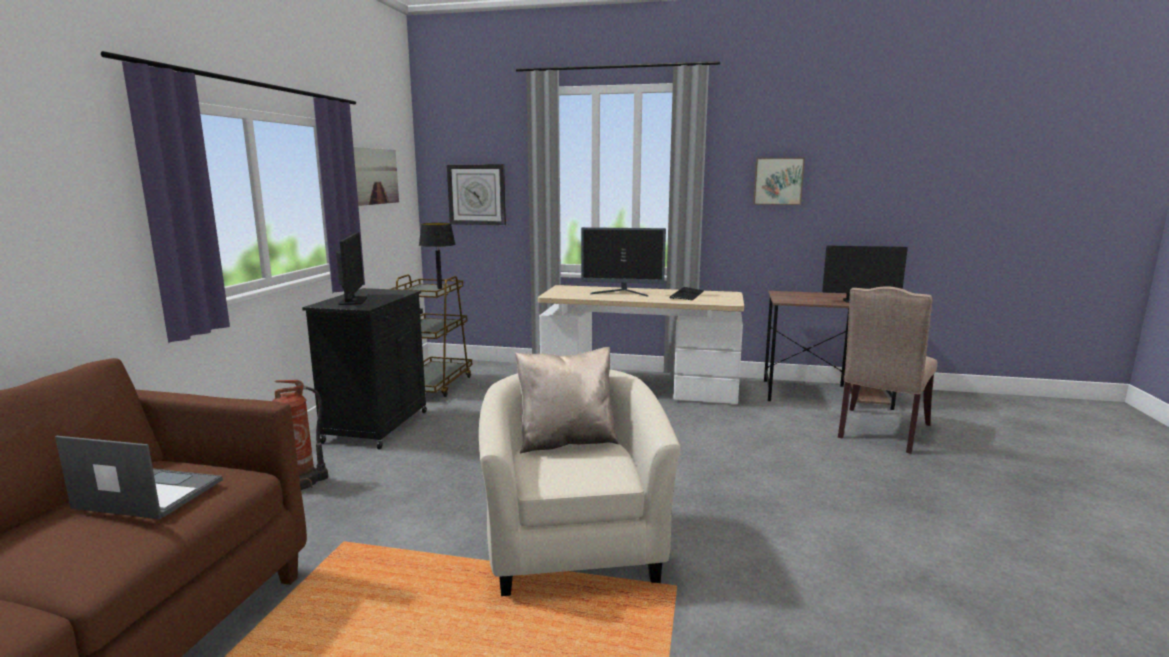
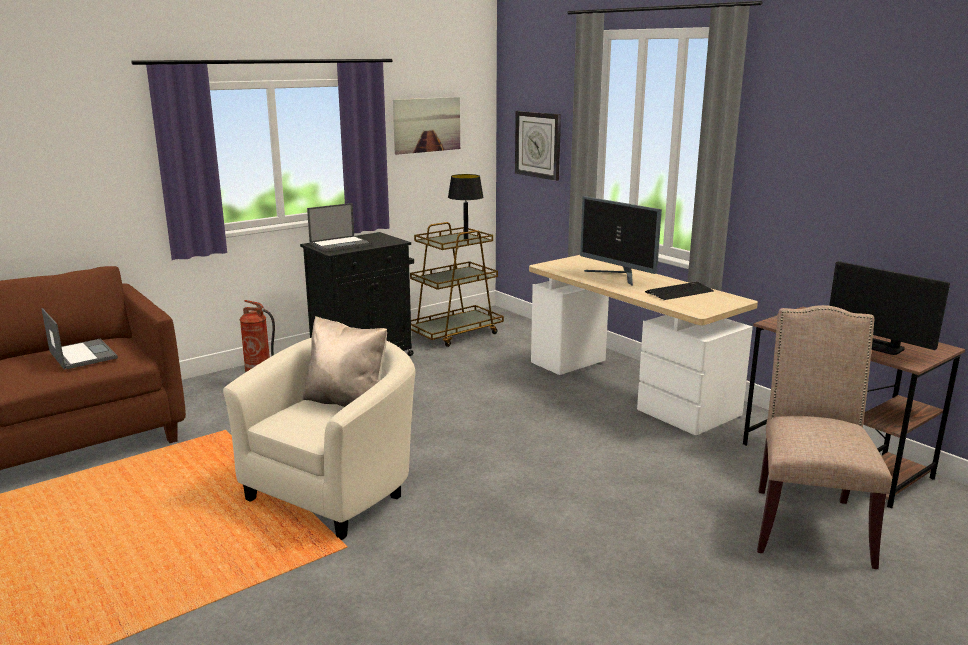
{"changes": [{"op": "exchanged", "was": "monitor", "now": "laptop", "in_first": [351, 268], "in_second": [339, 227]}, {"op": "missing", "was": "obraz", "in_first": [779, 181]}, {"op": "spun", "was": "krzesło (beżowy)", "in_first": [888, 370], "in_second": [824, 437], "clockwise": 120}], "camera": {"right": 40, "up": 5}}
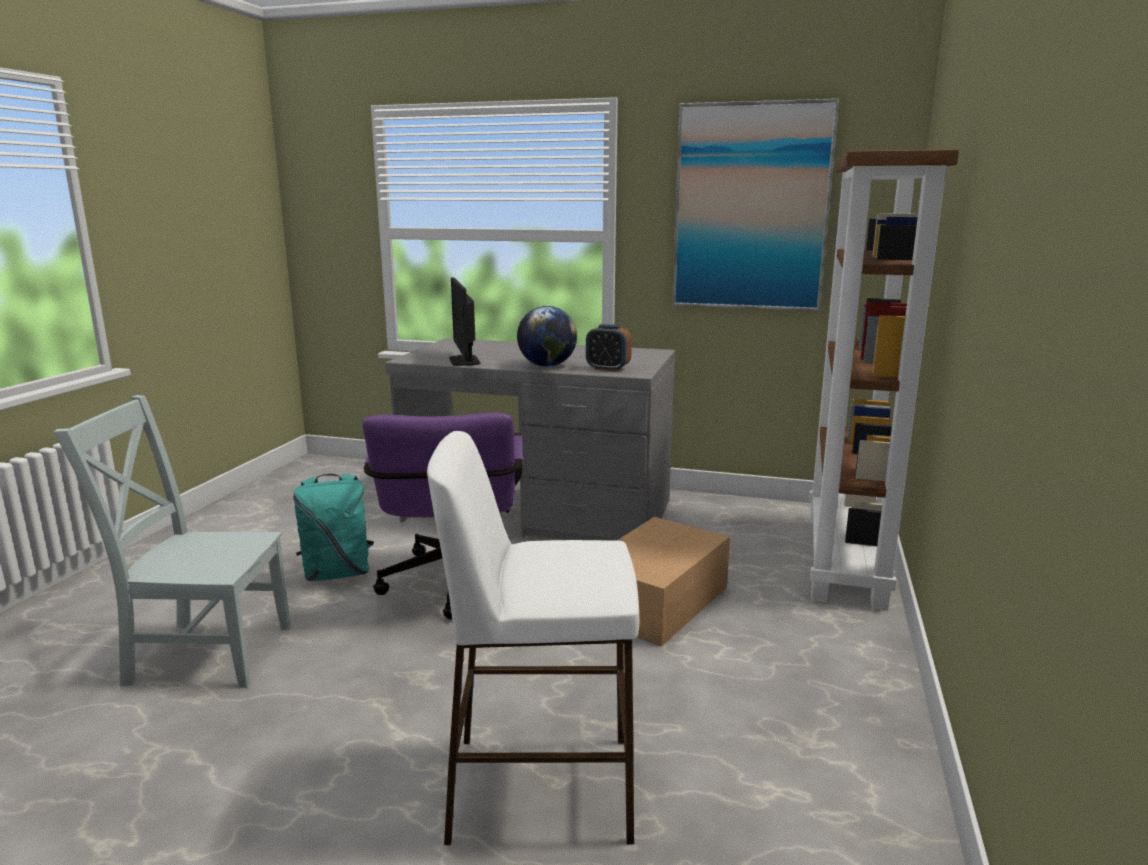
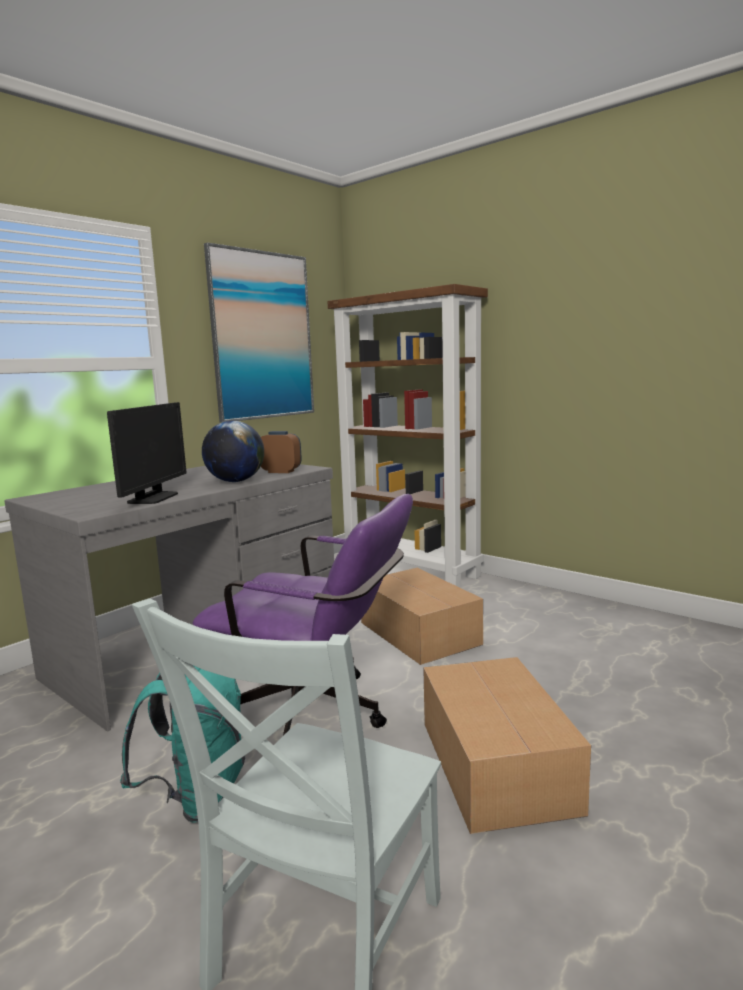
{"changes": [{"op": "missing", "was": "stołek (biały)", "in_first": [533, 638]}, {"op": "spun", "was": "monitor", "in_first": [464, 322], "in_second": [146, 453], "clockwise": -90}, {"op": "spun", "was": "budzik", "in_first": [609, 348], "in_second": [281, 452], "clockwise": -120}, {"op": "appeared", "now": "karton", "in_second": [507, 745]}], "camera": {"right": -65, "up": -5}}
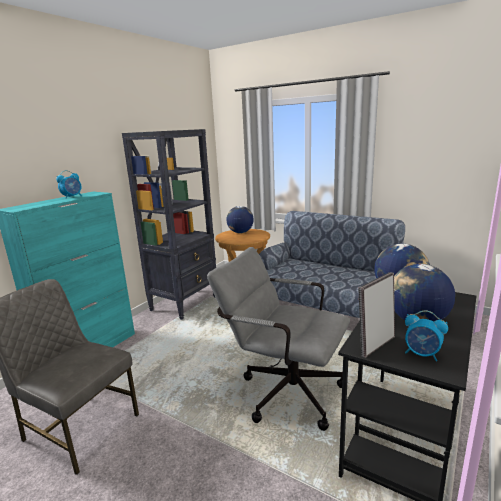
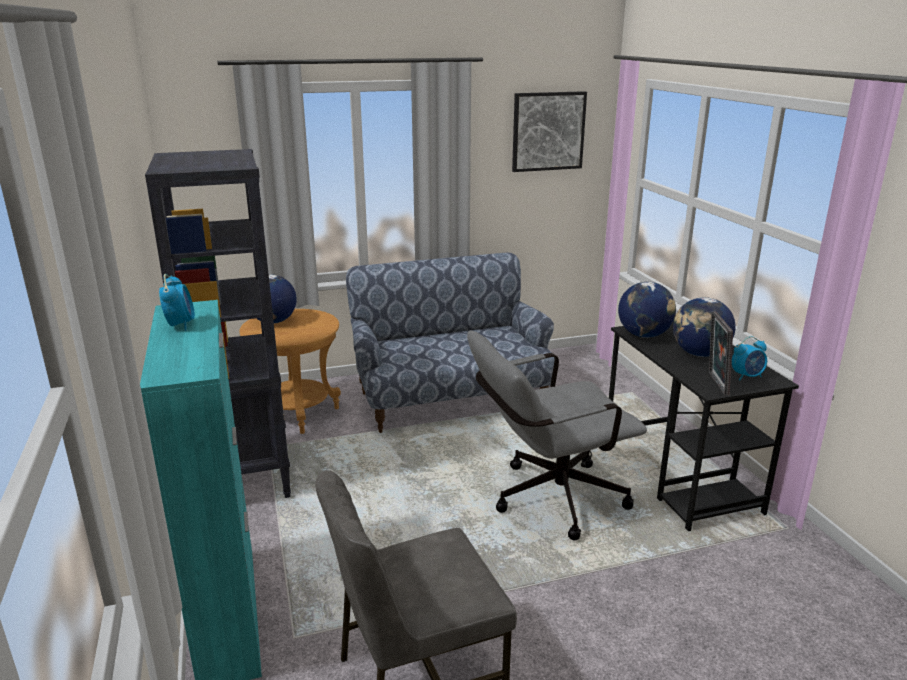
{"changes": [{"op": "appeared", "now": "obraz", "in_second": [549, 131]}], "camera": {"right": -50, "up": 5}}
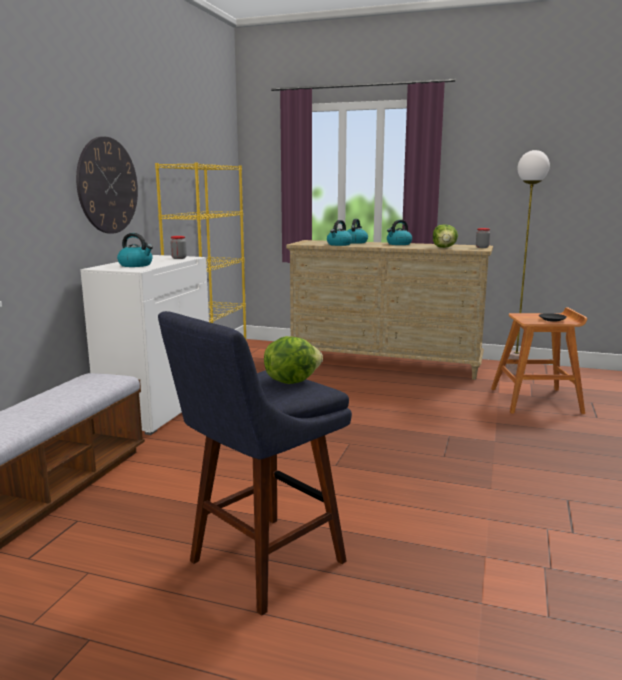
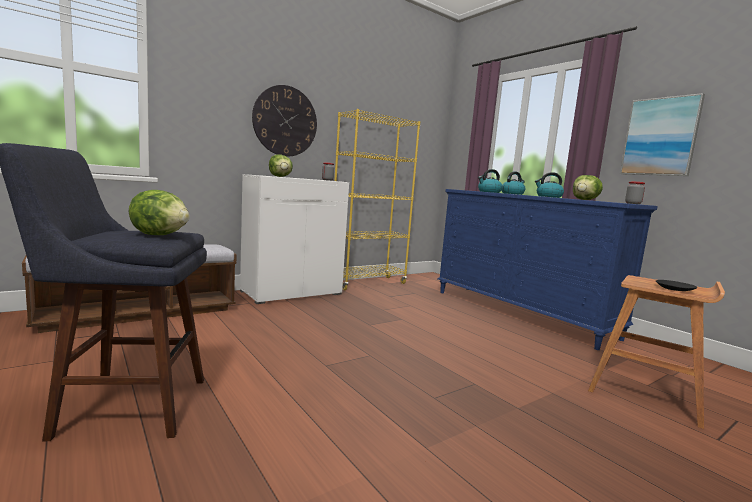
{"changes": [{"op": "exchanged", "was": "czajnik", "now": "sałata", "in_first": [135, 250], "in_second": [281, 165]}, {"op": "colour", "was": "komoda (beżowy)", "now": "komoda (niebieski)", "in_first": [389, 310], "in_second": [548, 269]}, {"op": "missing", "was": "lampa stojąca", "in_first": [528, 262]}, {"op": "appeared", "now": "obraz", "in_second": [662, 134]}], "camera": {"right": 35, "up": -5}}
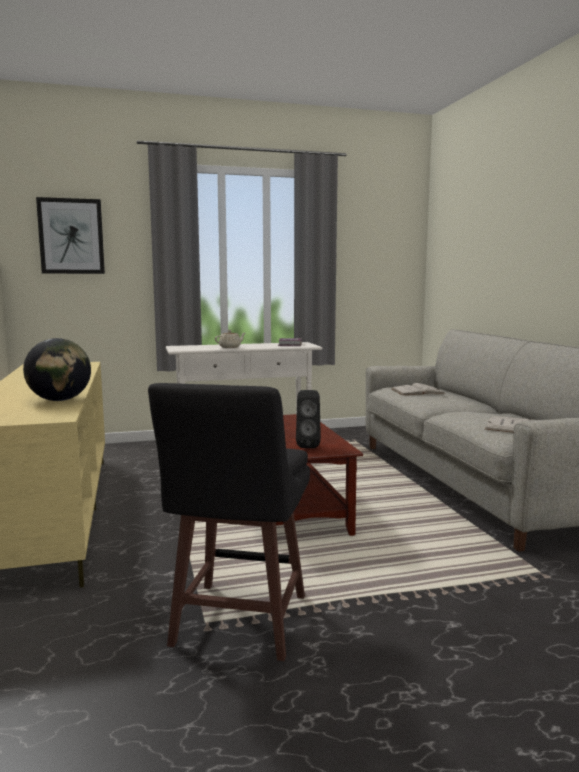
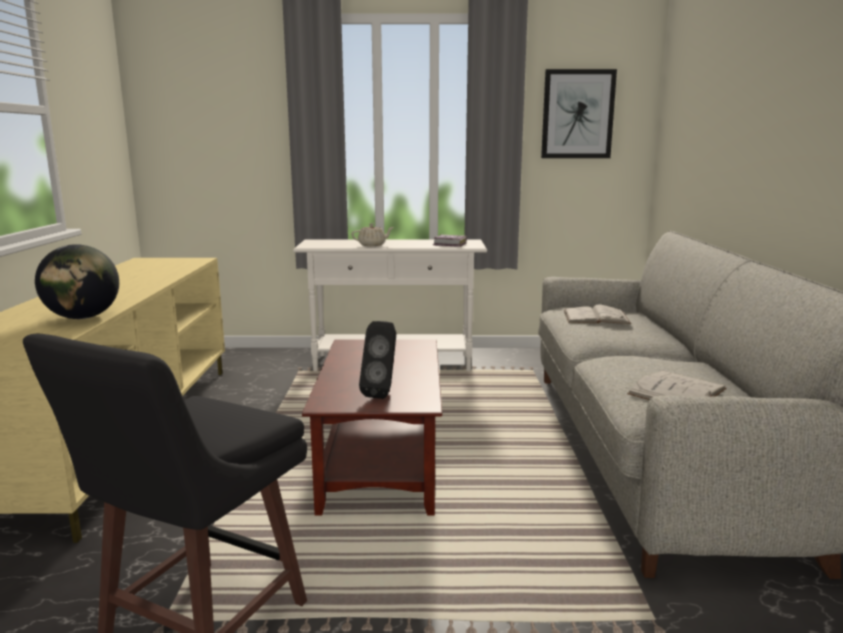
{"changes": [{"op": "relocated", "was": "obraz", "in_first": [70, 235], "in_second": [579, 113]}], "camera": {"right": 15, "up": 5}}
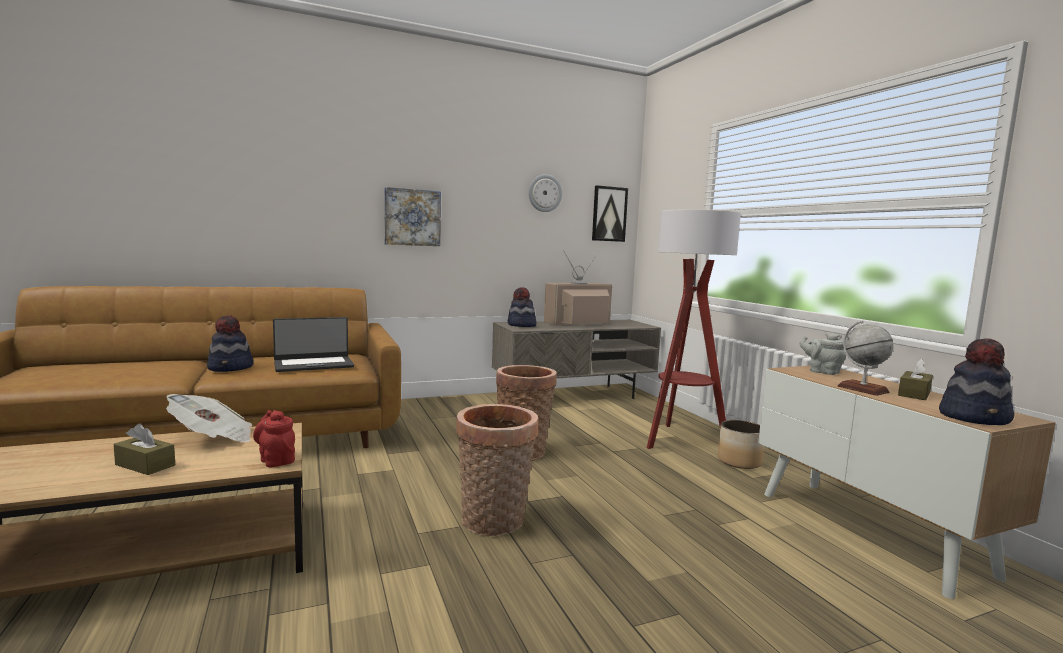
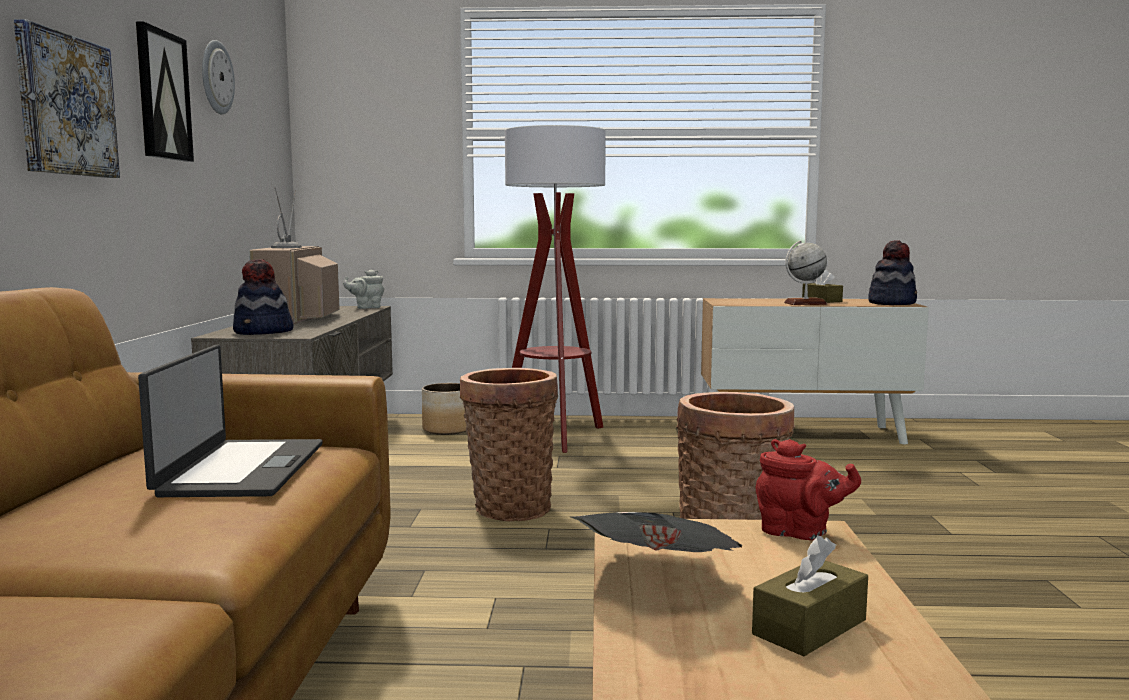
{"changes": [{"op": "missing", "was": "kapelusz", "in_first": [230, 343]}, {"op": "spun", "was": "imbryk (czerwony)", "in_first": [274, 438], "in_second": [808, 489], "clockwise": -135}, {"op": "relocated", "was": "obraz", "in_first": [610, 213], "in_second": [165, 92]}, {"op": "relocated", "was": "donica", "in_first": [741, 444], "in_second": [444, 409]}, {"op": "relocated", "was": "imbryk (szary)", "in_first": [823, 354], "in_second": [363, 289]}], "camera": {"right": -65, "up": 0}}
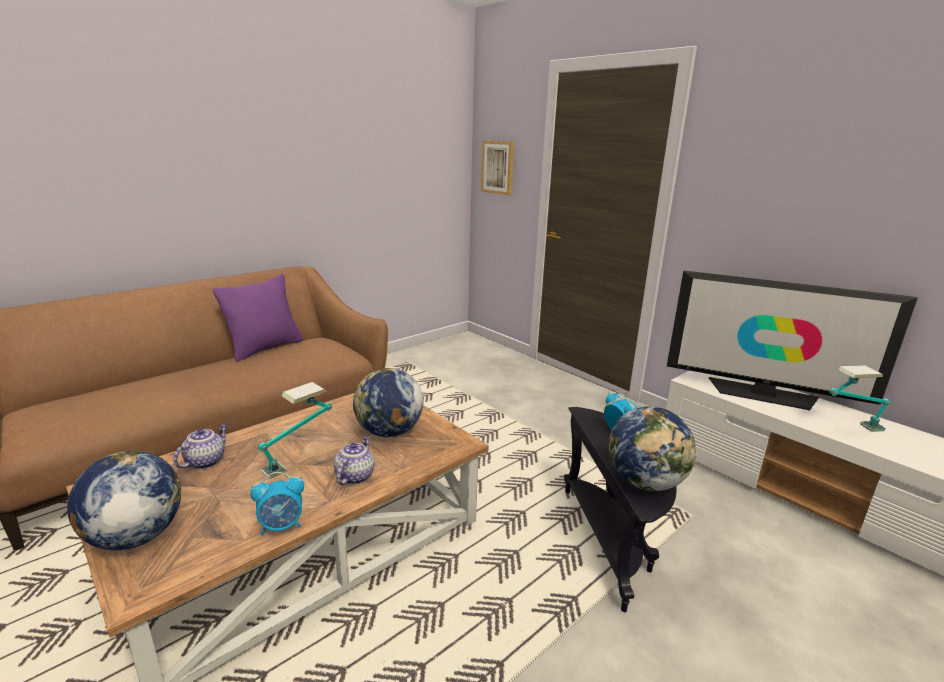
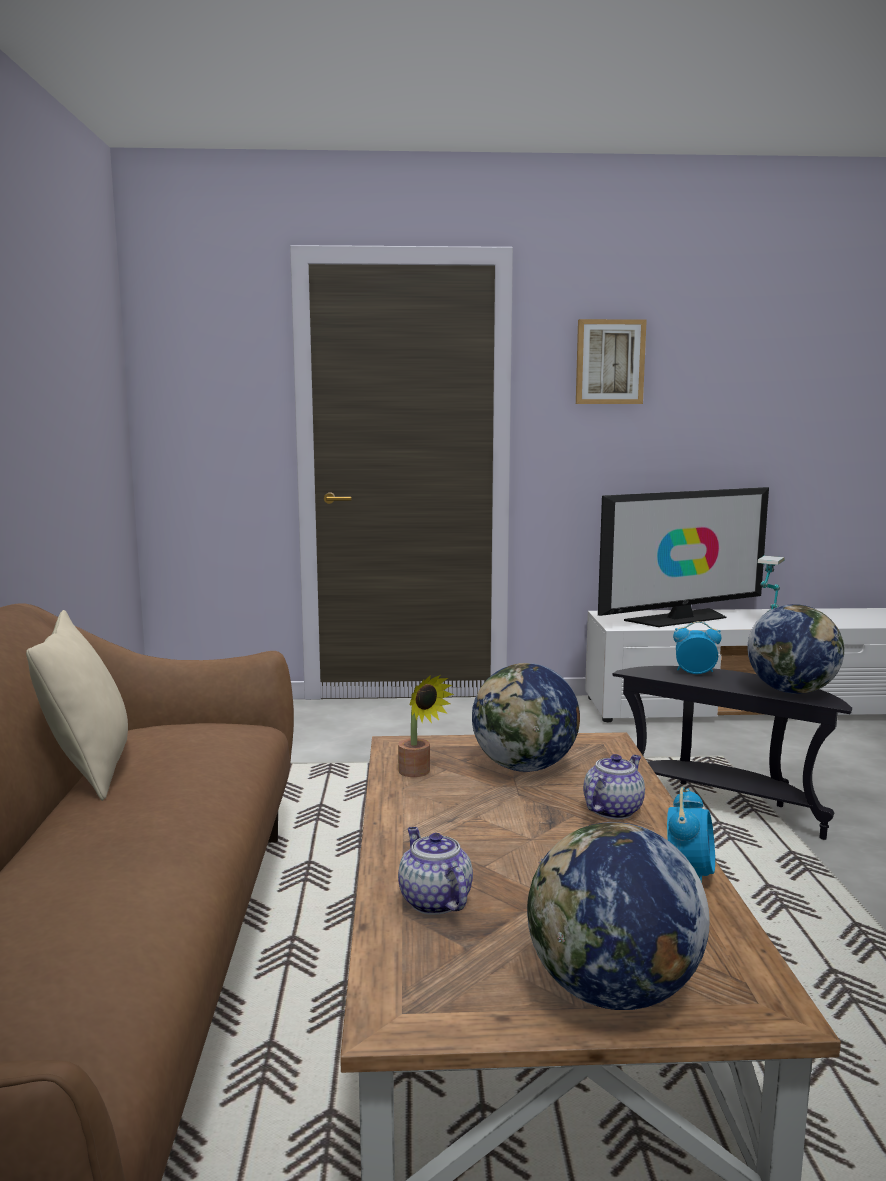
{"changes": [{"op": "colour", "was": "poduszka (fioletowy)", "now": "poduszka (beżowy)", "in_first": [258, 318], "in_second": [77, 705]}, {"op": "missing", "was": "lampa stołowa", "in_first": [295, 430]}, {"op": "spun", "was": "imbryk", "in_first": [354, 460], "in_second": [614, 786], "clockwise": 75}, {"op": "relocated", "was": "obraz", "in_first": [497, 168], "in_second": [611, 361]}, {"op": "appeared", "now": "roślina doniczkowa", "in_second": [426, 726]}], "camera": {"right": -50, "up": -10}}
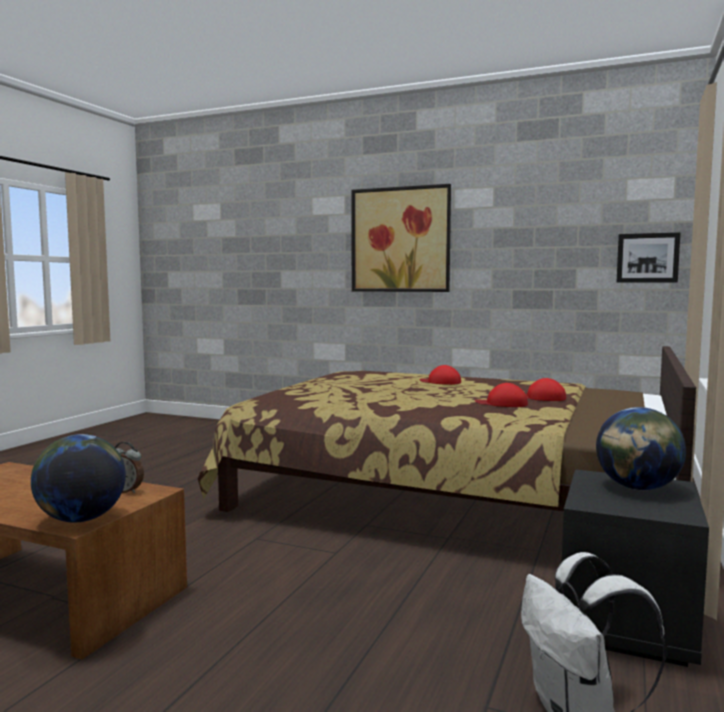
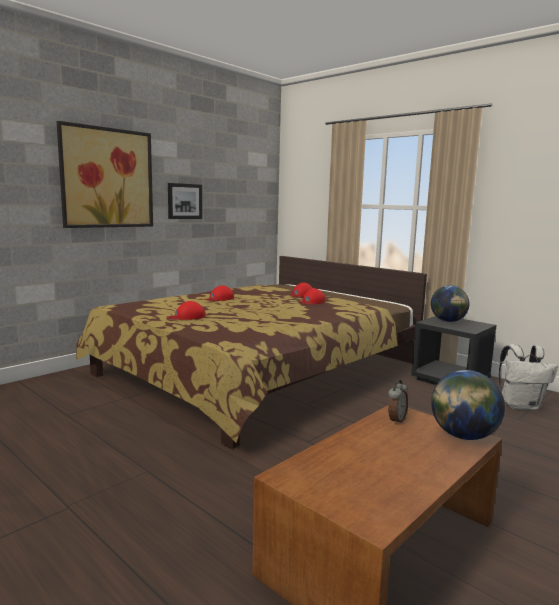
{"changes": [{"op": "relocated", "was": "obraz", "in_first": [649, 257], "in_second": [185, 201]}, {"op": "appeared", "now": "czapka z daszkiem (czerwony)", "in_second": [186, 310]}], "camera": {"right": -70, "up": 5}}
